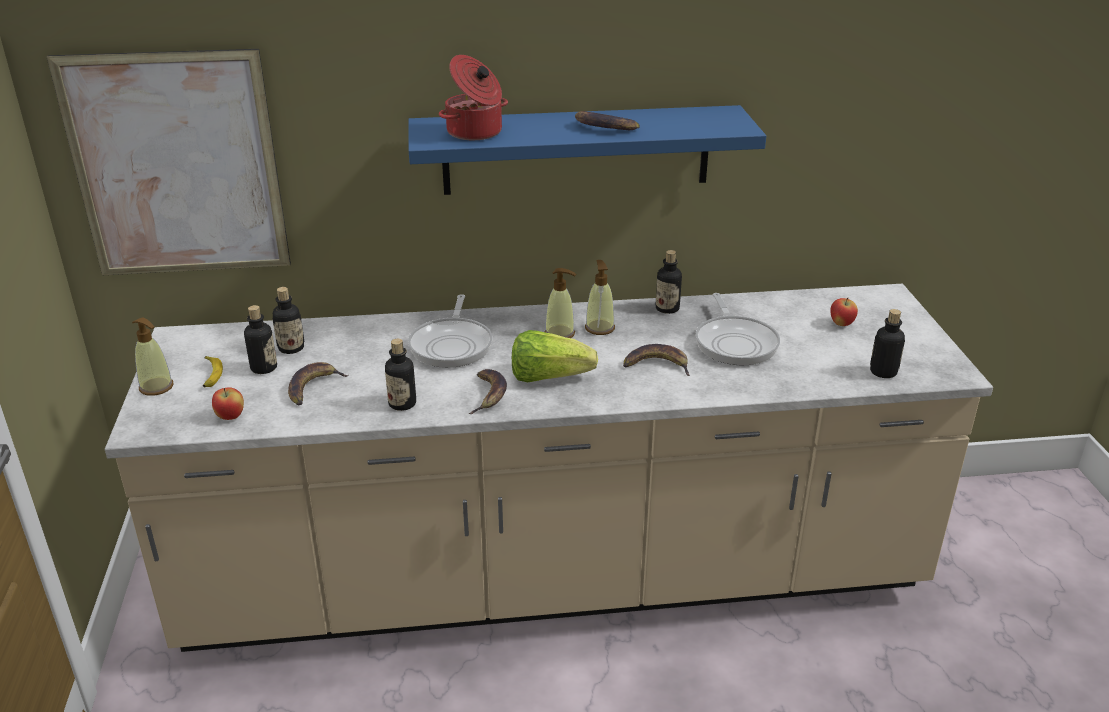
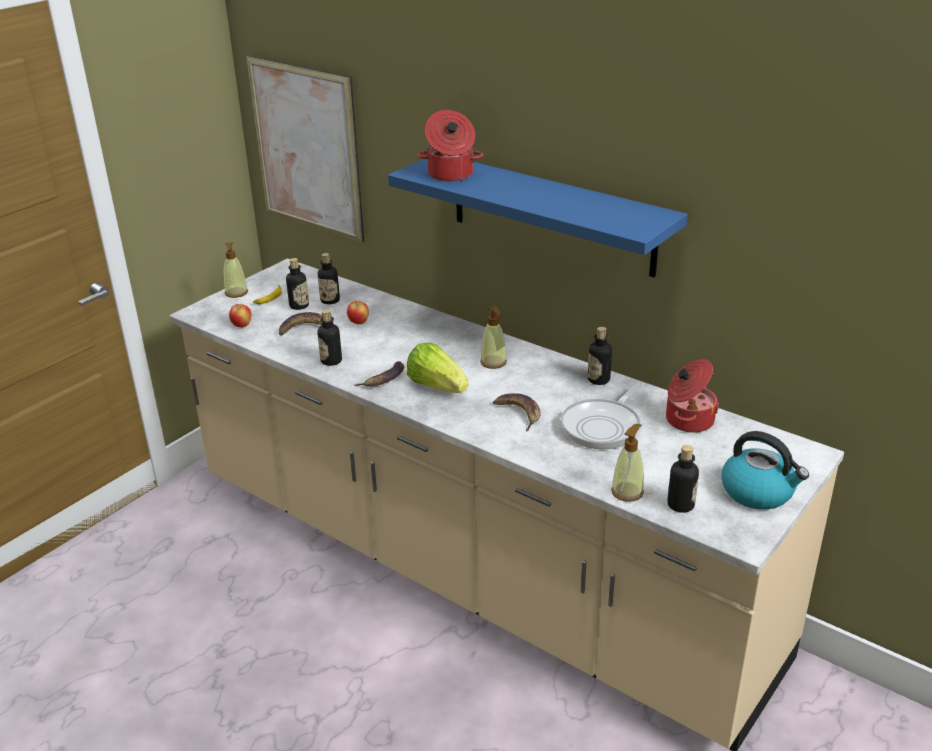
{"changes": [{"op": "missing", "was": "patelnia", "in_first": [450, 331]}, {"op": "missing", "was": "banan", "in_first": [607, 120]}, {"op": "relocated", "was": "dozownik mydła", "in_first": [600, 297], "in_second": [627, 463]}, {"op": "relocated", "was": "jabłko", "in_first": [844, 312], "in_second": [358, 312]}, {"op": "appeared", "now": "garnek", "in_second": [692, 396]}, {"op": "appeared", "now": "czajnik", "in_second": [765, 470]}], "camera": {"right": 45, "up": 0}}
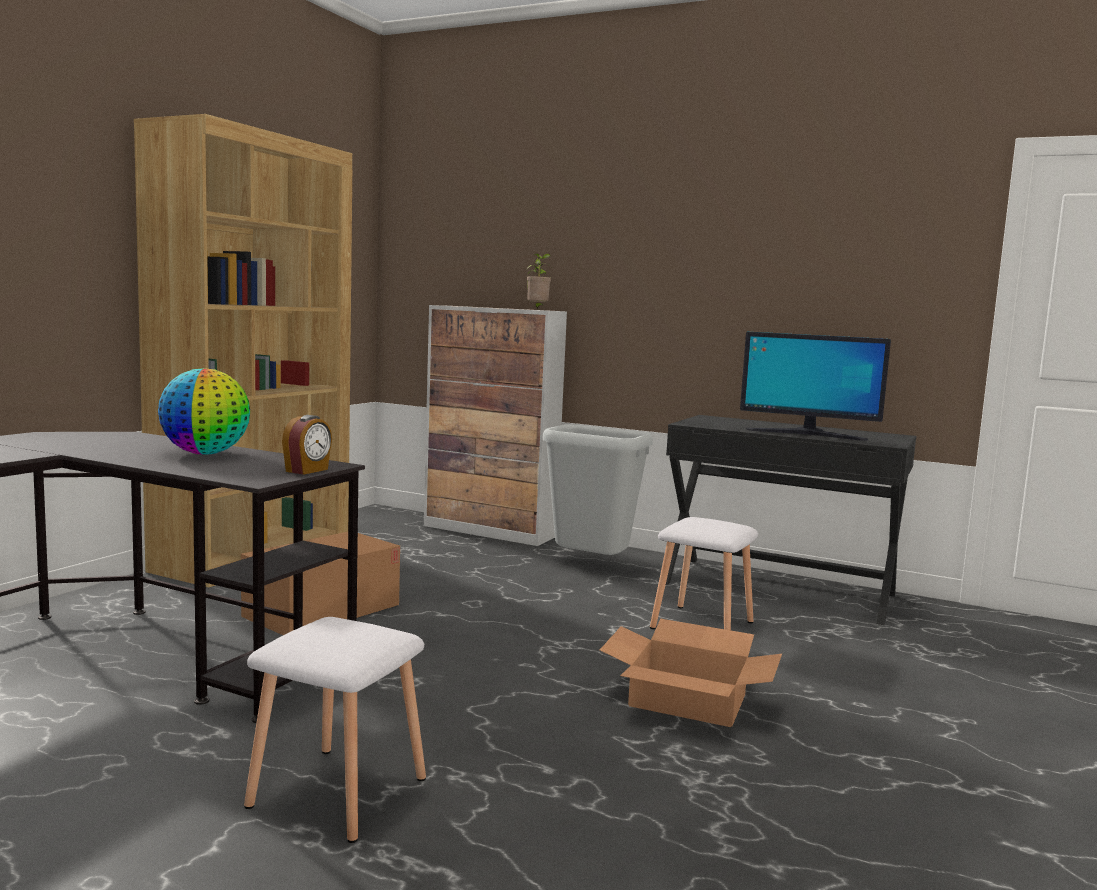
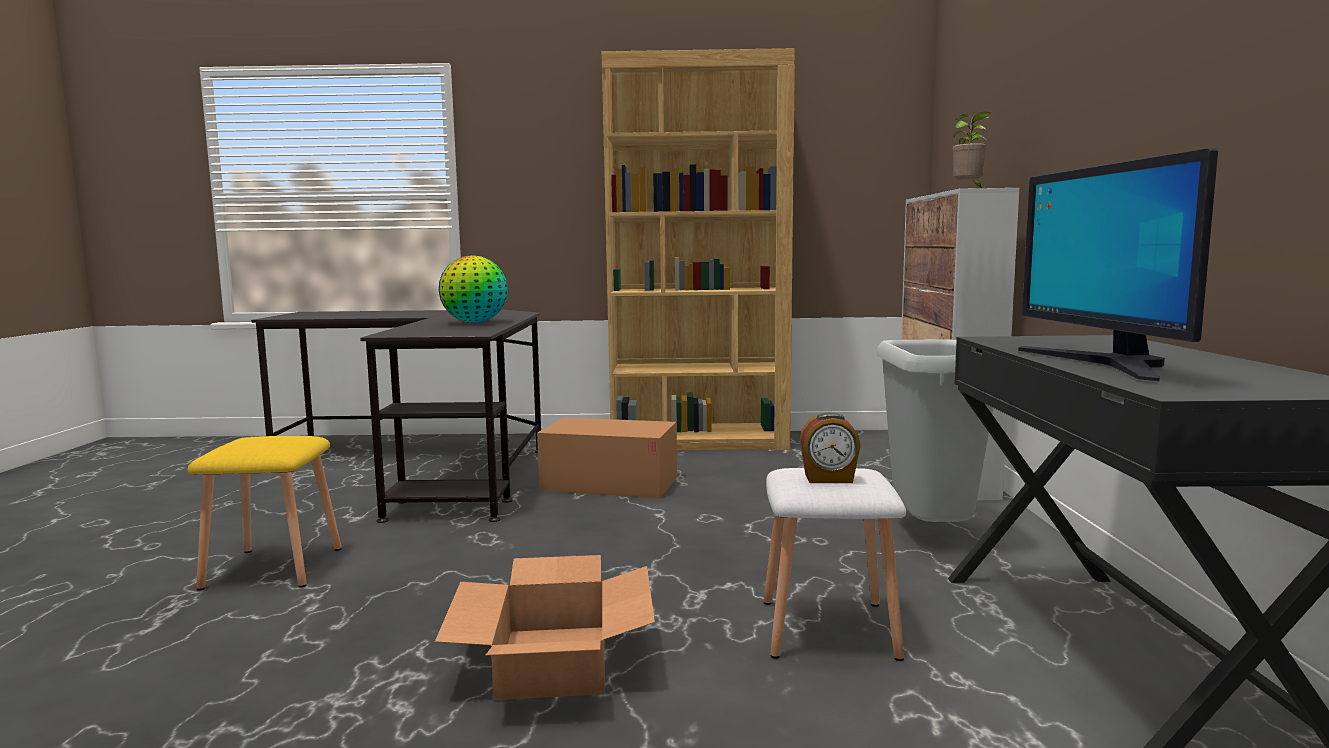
{"changes": [{"op": "colour", "was": "stołek (biały)", "now": "stołek (żółty)", "in_first": [335, 730], "in_second": [264, 513]}, {"op": "relocated", "was": "budzik", "in_first": [307, 445], "in_second": [830, 447]}], "camera": {"right": 65, "up": 0}}
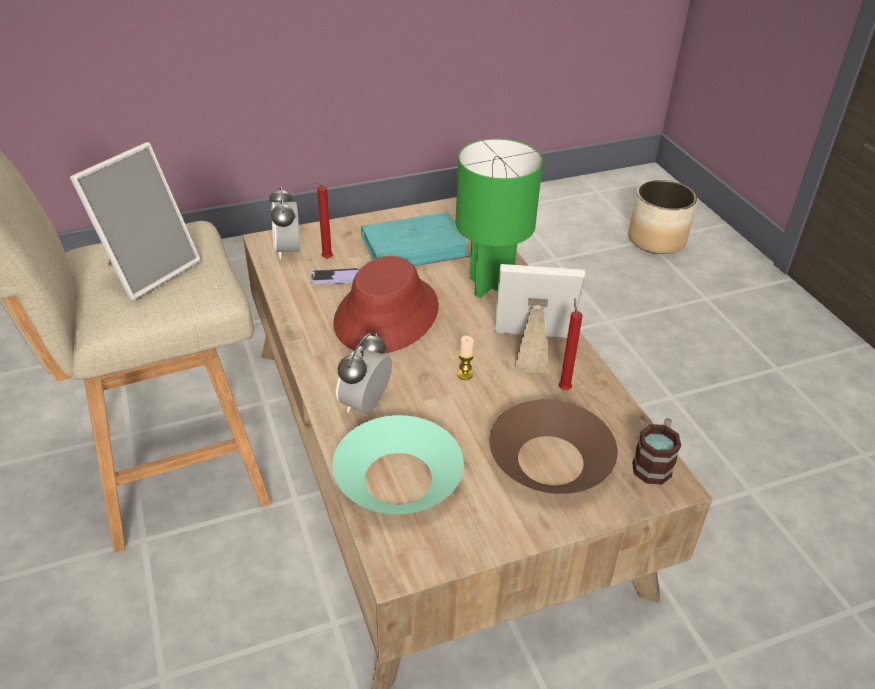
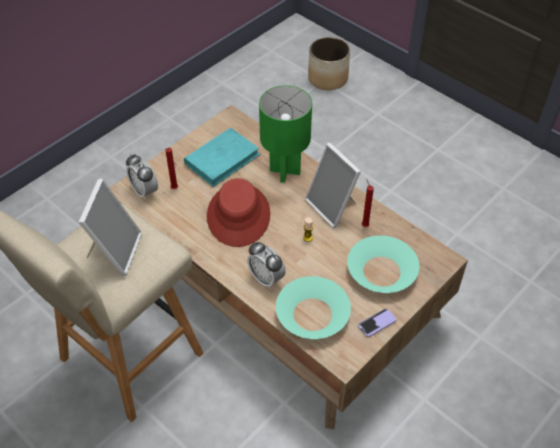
{"changes": [{"op": "relocated", "was": "telefon", "in_first": [335, 276], "in_second": [377, 323]}, {"op": "spun", "was": "budzik", "in_first": [364, 373], "in_second": [266, 265], "clockwise": -45}, {"op": "colour", "was": "miska (brązowy)", "now": "miska (turkusowy)", "in_first": [554, 447], "in_second": [383, 264]}, {"op": "spun", "was": "ramka na zdjęcie", "in_first": [540, 319], "in_second": [333, 185], "clockwise": -105}, {"op": "missing", "was": "kubek", "in_first": [656, 451]}], "camera": {"right": -25, "up": 10}}
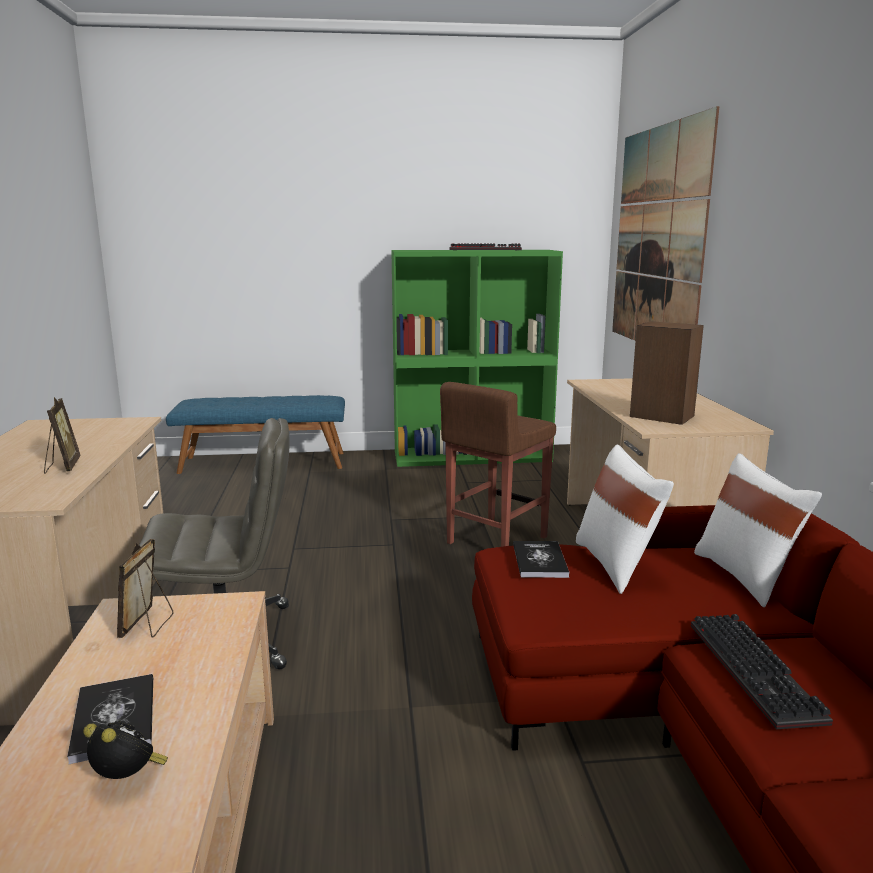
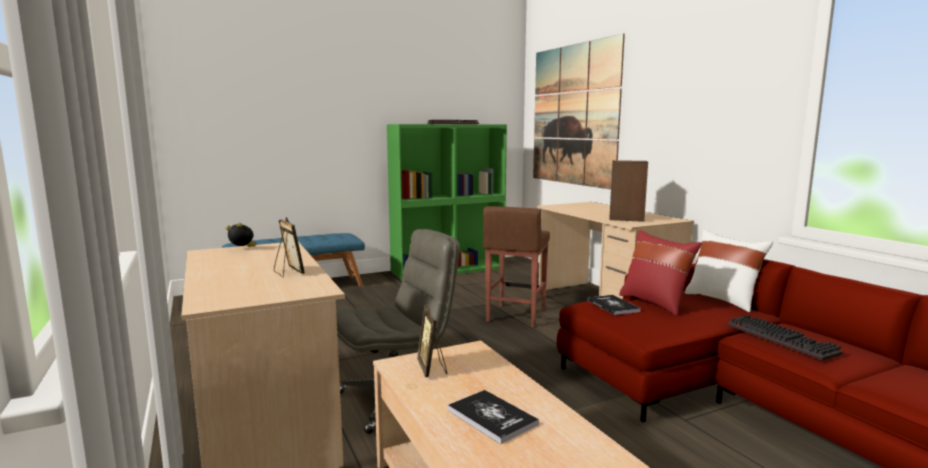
{"changes": [{"op": "relocated", "was": "budzik", "in_first": [125, 750], "in_second": [241, 235]}, {"op": "colour", "was": "poduszka (biały)", "now": "poduszka (czerwony)", "in_first": [625, 519], "in_second": [660, 273]}], "camera": {"right": -20, "up": -5}}
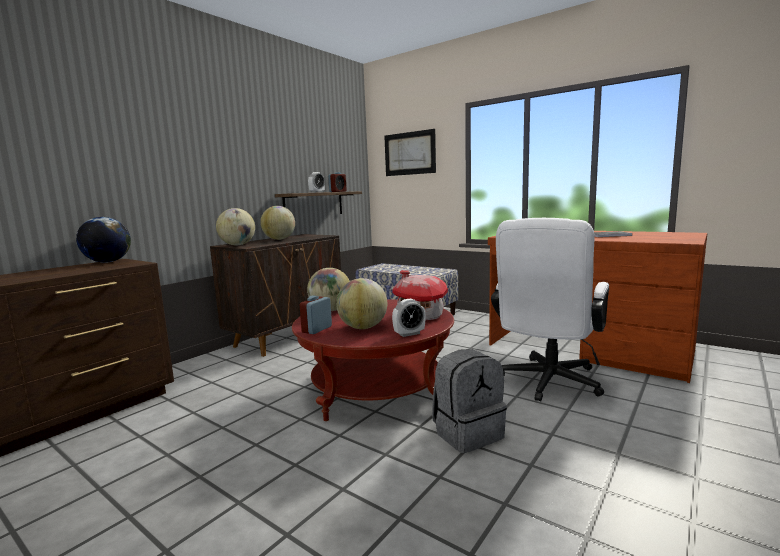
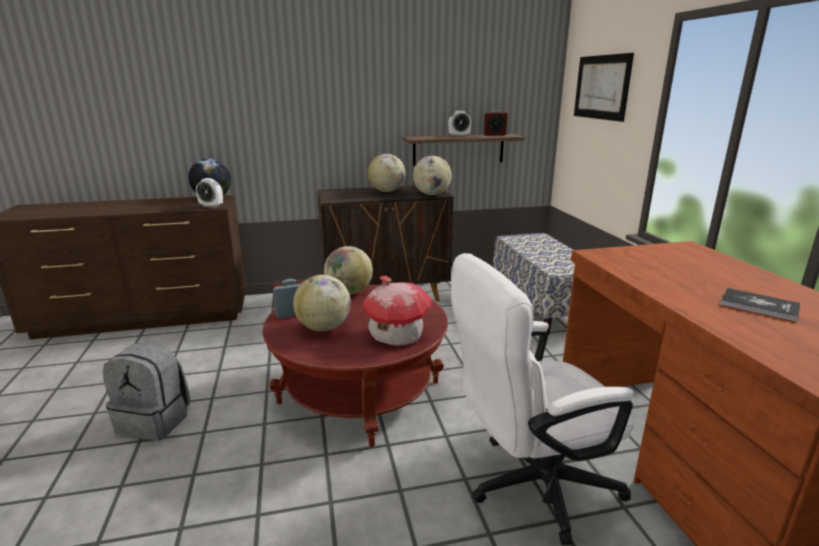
{"changes": [{"op": "relocated", "was": "globus", "in_first": [235, 226], "in_second": [432, 175]}, {"op": "relocated", "was": "budzik", "in_first": [409, 318], "in_second": [209, 193]}, {"op": "relocated", "was": "plecak (szary)", "in_first": [469, 401], "in_second": [146, 392]}], "camera": {"right": 40, "up": 10}}
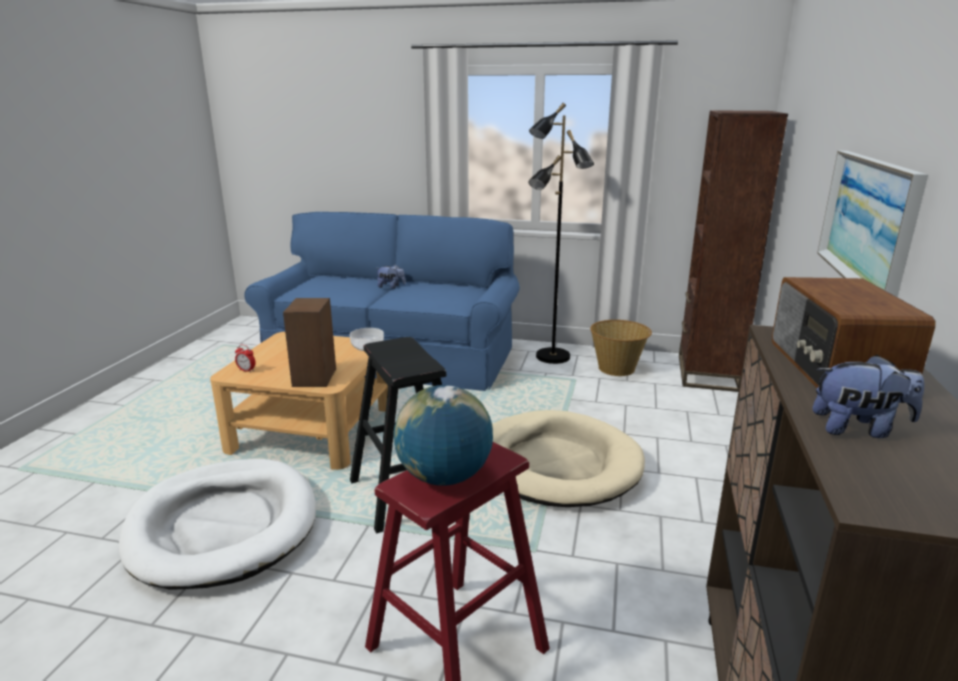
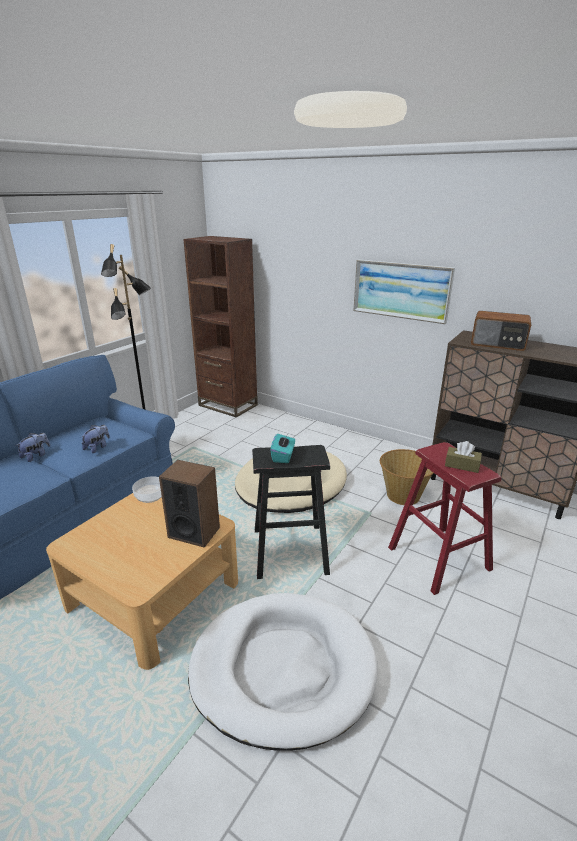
{"changes": [{"op": "missing", "was": "budzik", "in_first": [245, 358]}, {"op": "exchanged", "was": "globus", "now": "pudełko chusteczek (brązowy)", "in_first": [443, 435], "in_second": [463, 457]}, {"op": "relocated", "was": "koszyk", "in_first": [621, 348], "in_second": [406, 477]}, {"op": "relocated", "was": "pluszak", "in_first": [868, 396], "in_second": [96, 439]}, {"op": "appeared", "now": "pudełko chusteczek (turkusowy)", "in_second": [282, 448]}], "camera": {"right": -70, "up": 5}}
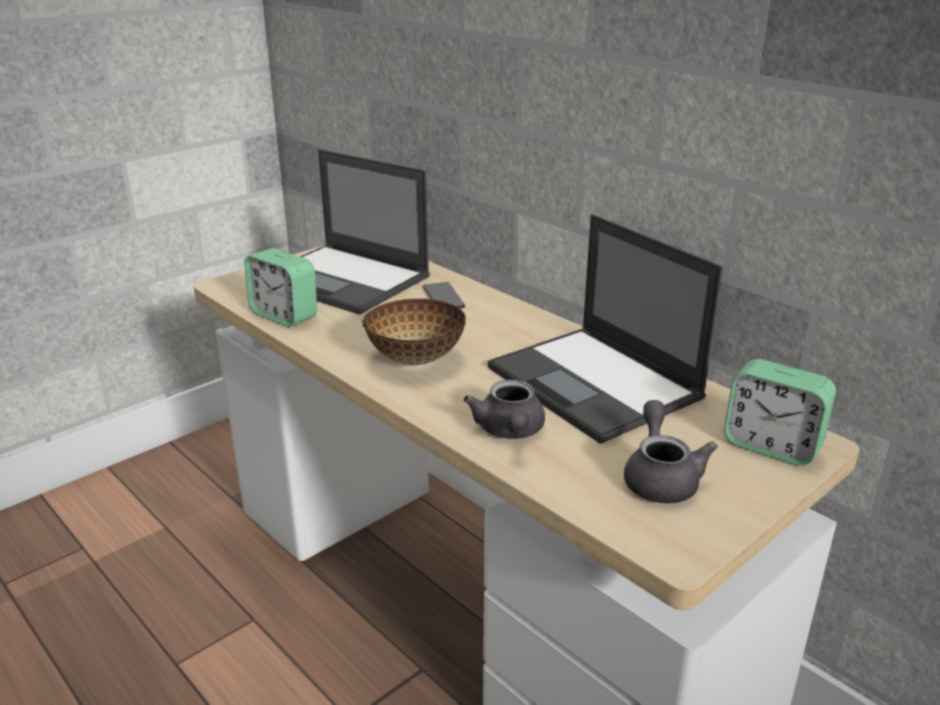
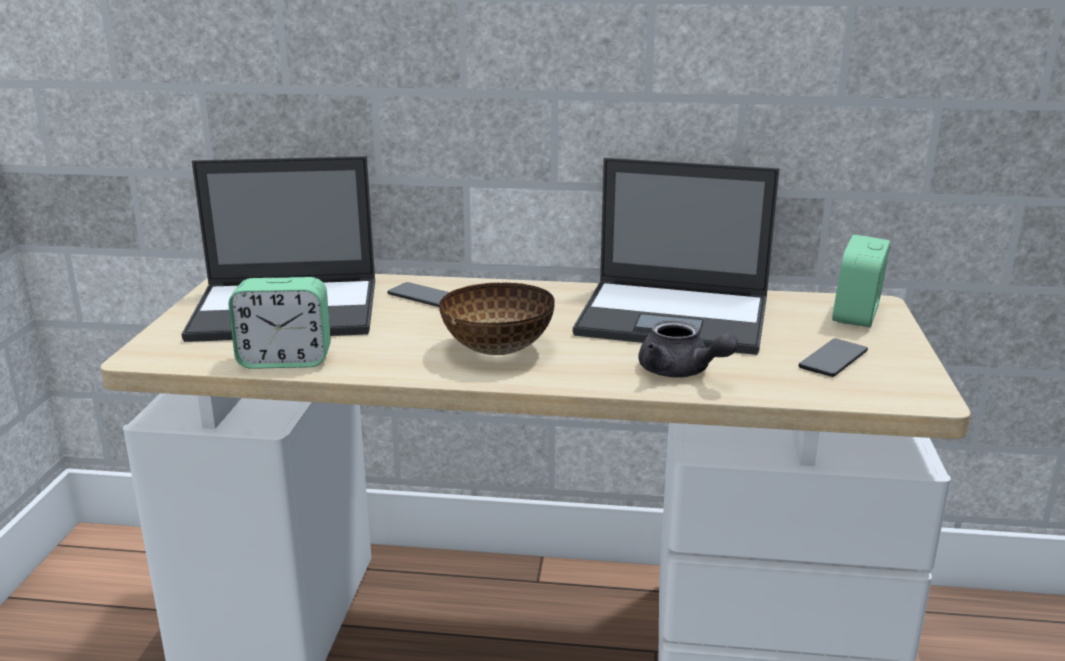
{"changes": [{"op": "exchanged", "was": "imbryk (szary)", "now": "telefon", "in_first": [671, 452], "in_second": [833, 358]}, {"op": "spun", "was": "budzik", "in_first": [780, 412], "in_second": [861, 281], "clockwise": 120}], "camera": {"right": -40, "up": -5}}
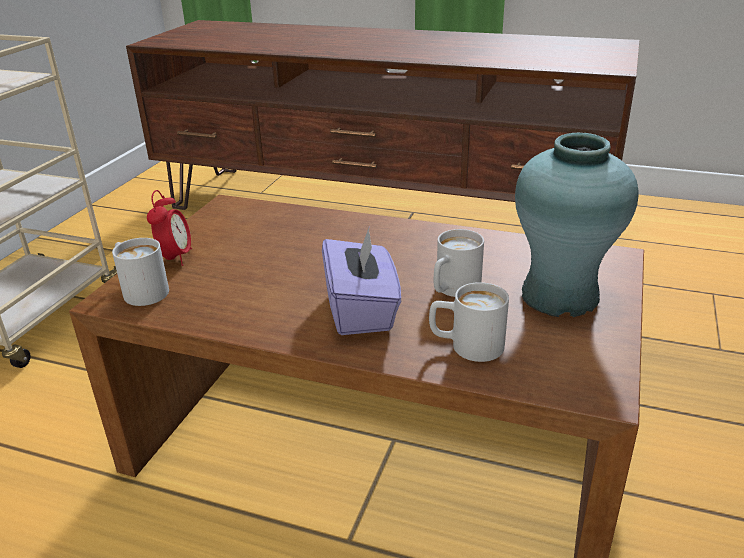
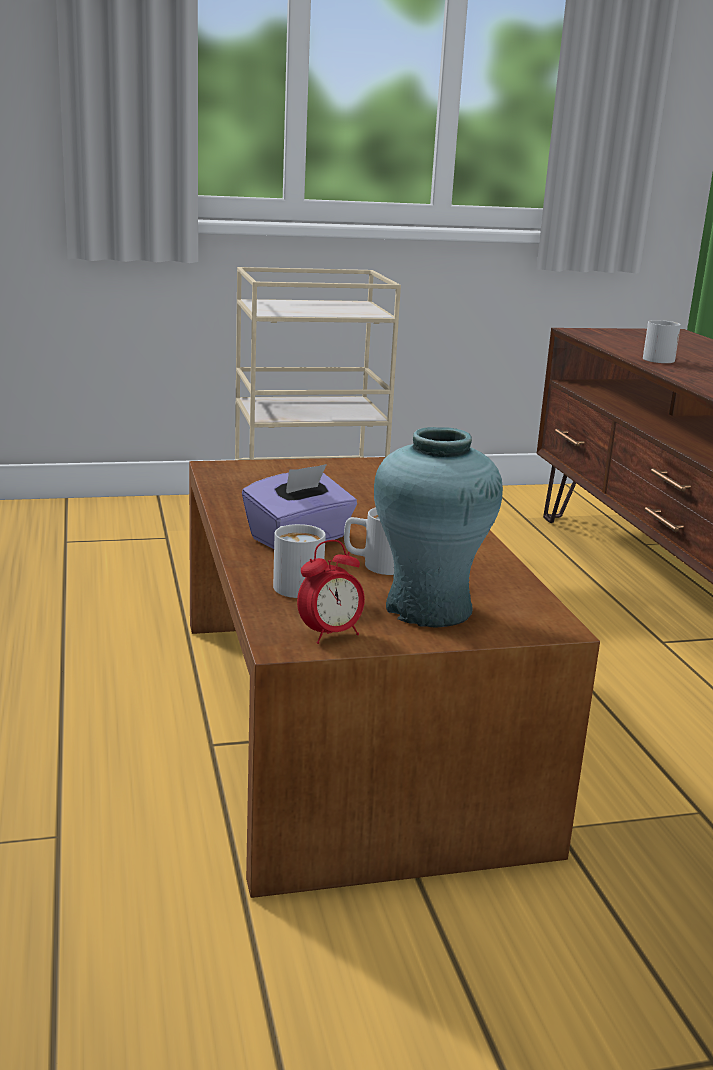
{"changes": [{"op": "relocated", "was": "kubek (biały)", "in_first": [140, 272], "in_second": [662, 341]}, {"op": "relocated", "was": "budzik", "in_first": [169, 228], "in_second": [331, 592]}], "camera": {"right": 55, "up": -10}}
